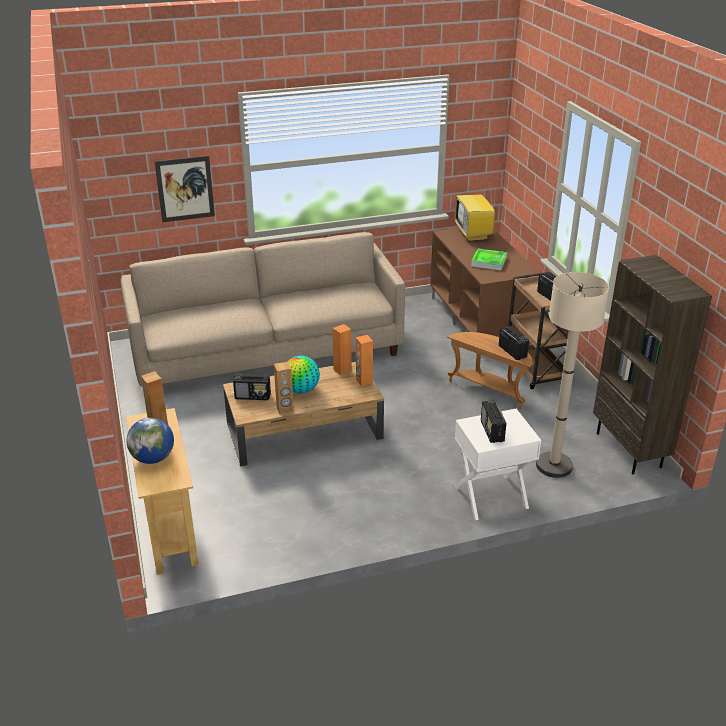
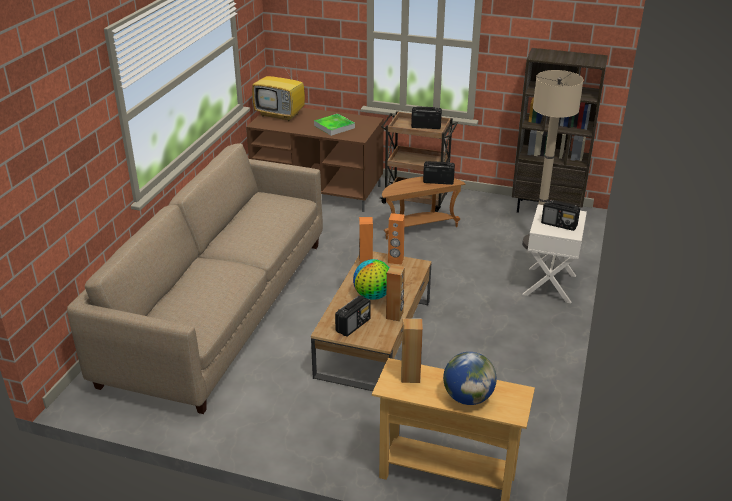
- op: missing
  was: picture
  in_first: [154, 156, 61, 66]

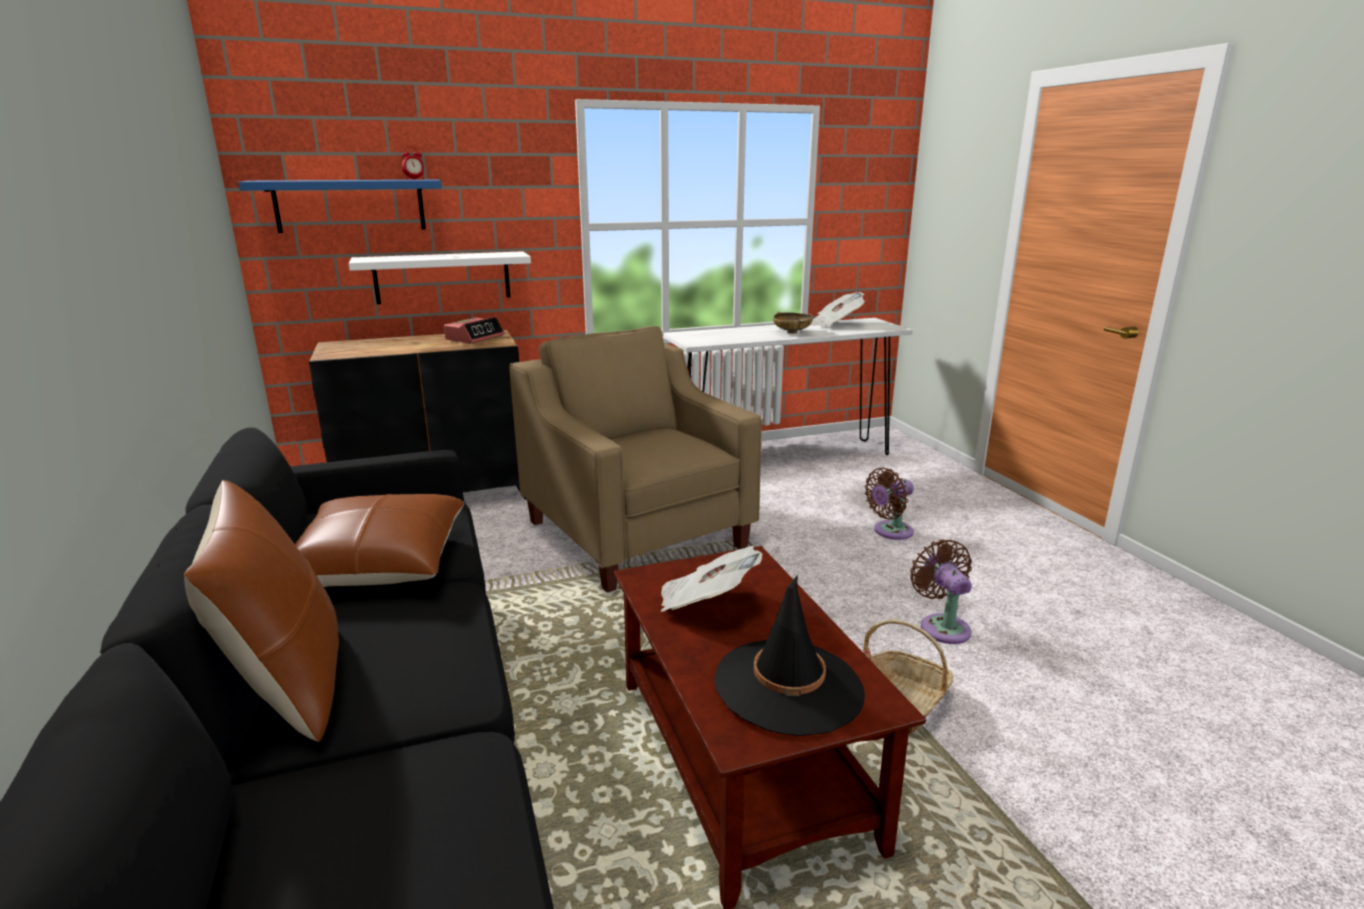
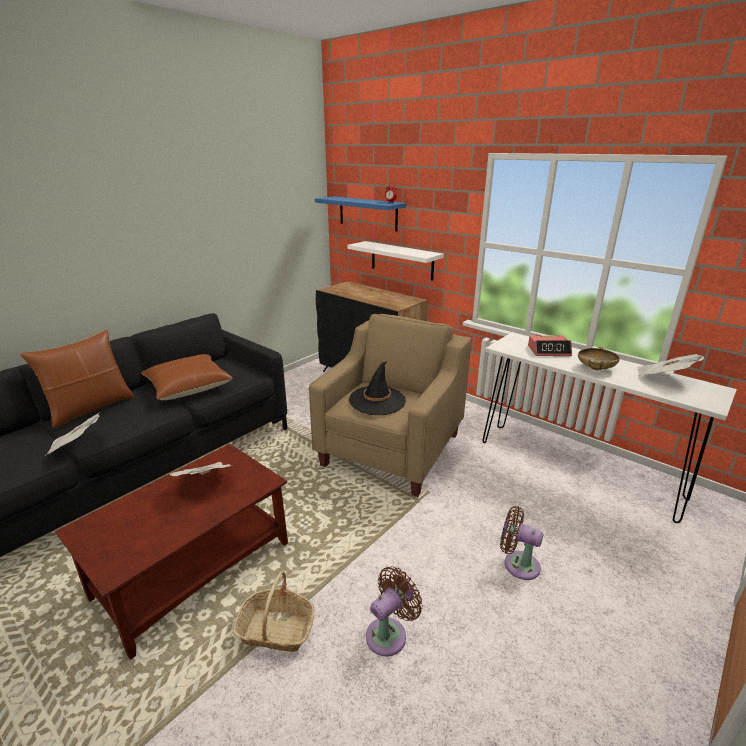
- op: relocated
  was: alarm clock
  in_first: [444, 317, 61, 26]
  in_second: [528, 335, 44, 21]
- op: relocated
  was: hat in black
  in_first: [714, 575, 151, 161]
  in_second: [349, 361, 57, 54]
- op: appeared
  now: newspaper
  in_second: [45, 412, 55, 44]

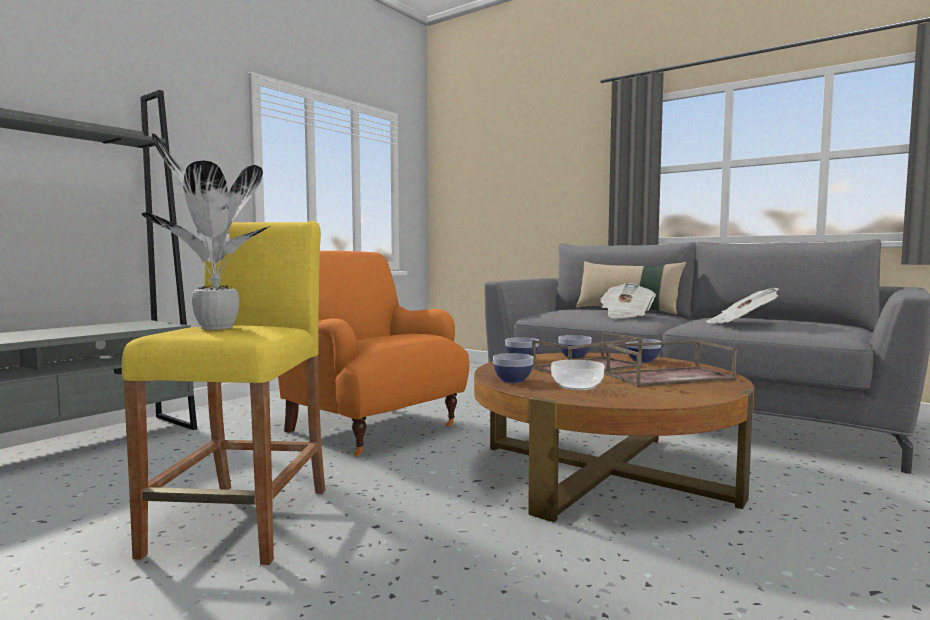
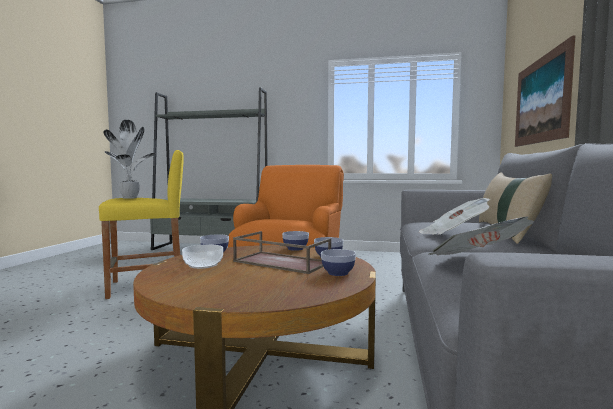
- op: missing
  was: tray in brown
  in_first: [606, 340, 131, 47]
- op: appeared
  now: picture
  in_second: [515, 35, 61, 112]

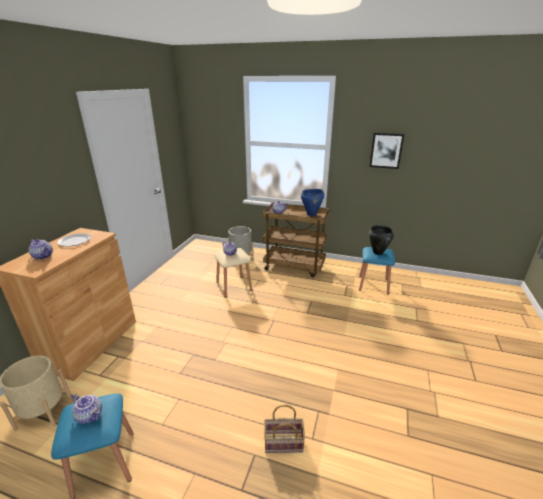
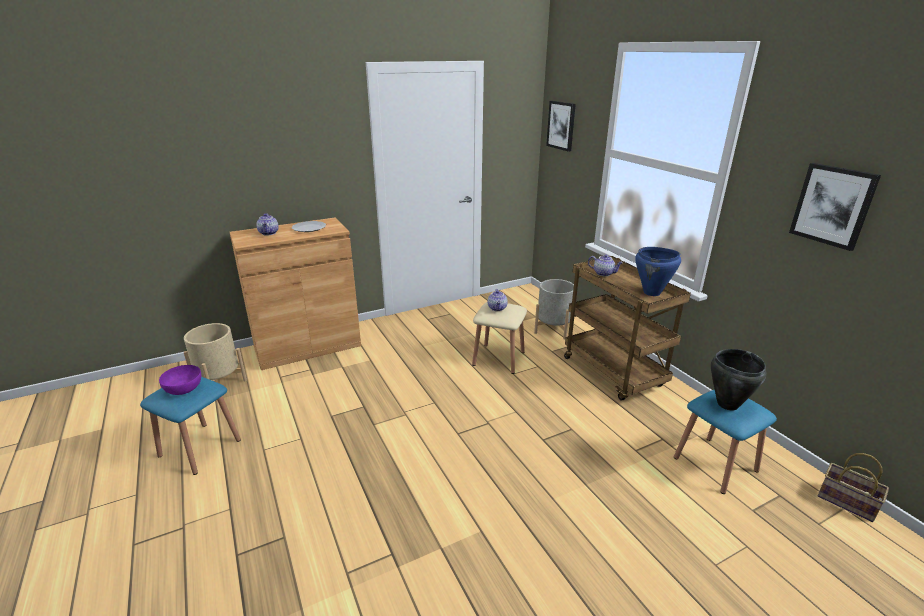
- op: exchanged
  was: teapot
  now: bowl in purple
  in_first: [72, 394, 30, 30]
  in_second: [159, 365, 42, 30]
- op: relocated
  was: basket
  in_first: [264, 405, 41, 48]
  in_second: [818, 453, 71, 69]
- op: appeared
  now: picture
  in_second: [546, 101, 30, 51]

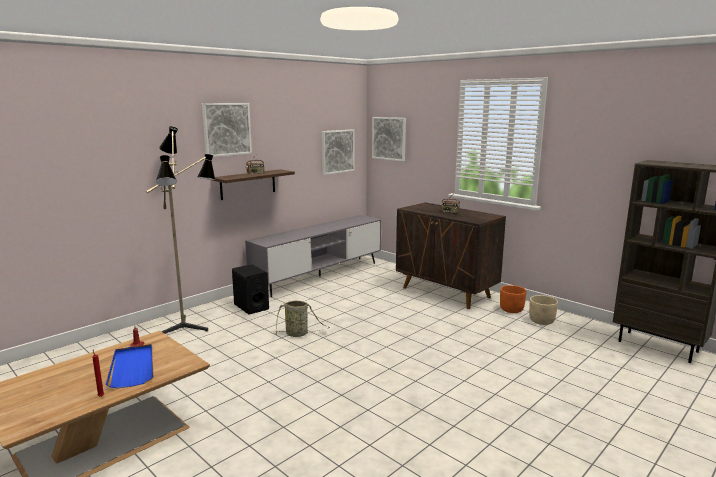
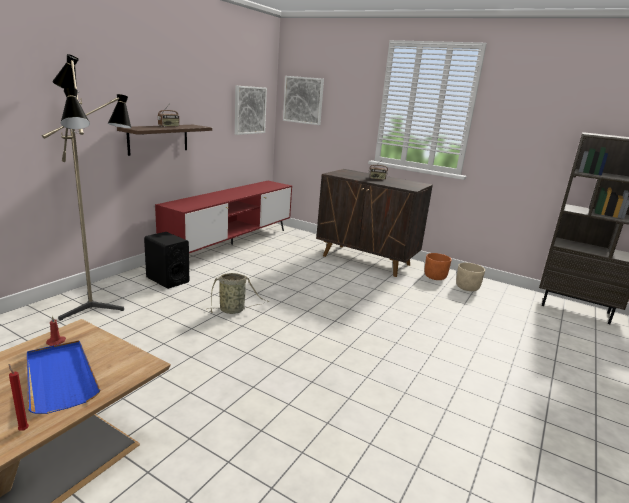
- op: missing
  was: picture
  in_first: [202, 103, 50, 54]
- op: colour
  was: tv stand in grey
  now: tv stand in red
  in_first: [245, 215, 136, 82]
  in_second: [155, 181, 137, 72]

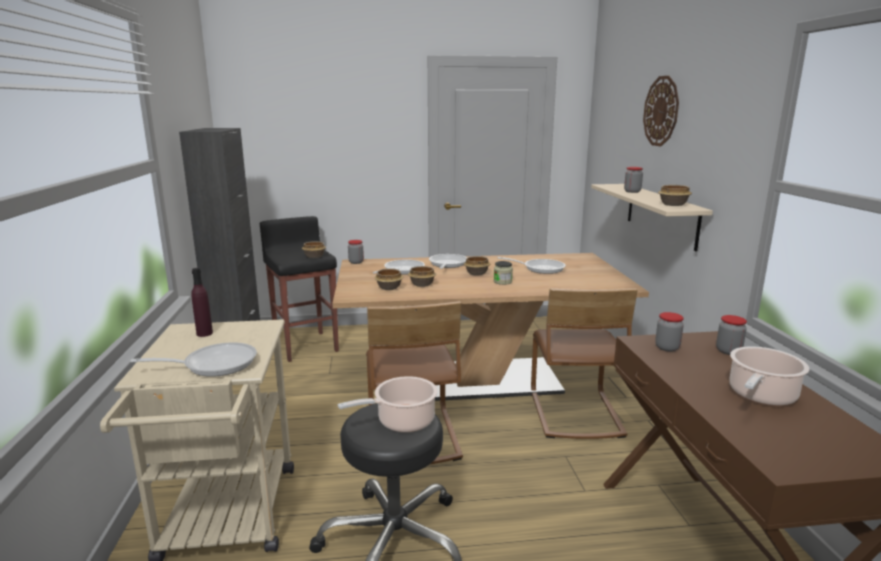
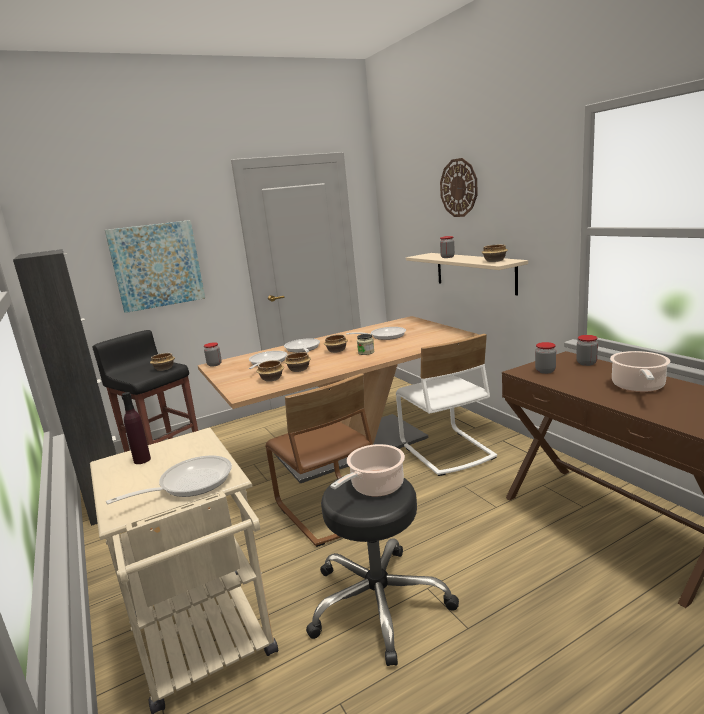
- op: colour
  was: chair in brown
  now: chair in white
  in_first: [531, 288, 107, 151]
  in_second: [396, 334, 101, 142]
- op: appeared
  now: picture
  in_second: [105, 220, 100, 93]

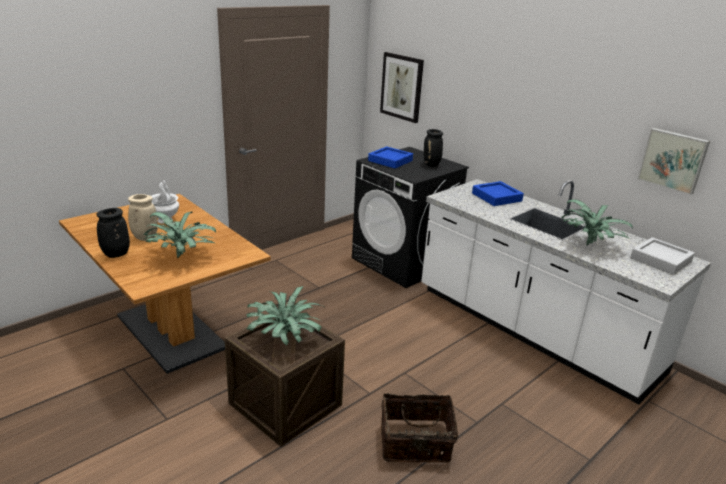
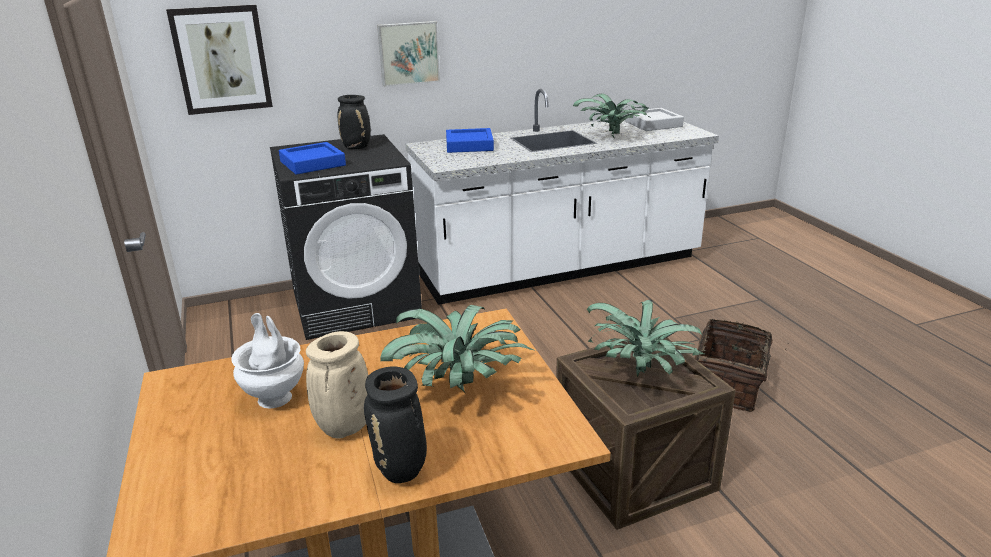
- op: relocated
  was: picture
  in_first: [638, 128, 72, 67]
  in_second: [377, 21, 63, 66]

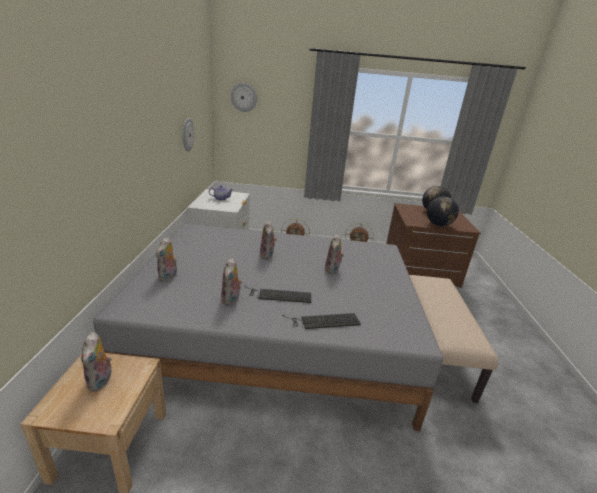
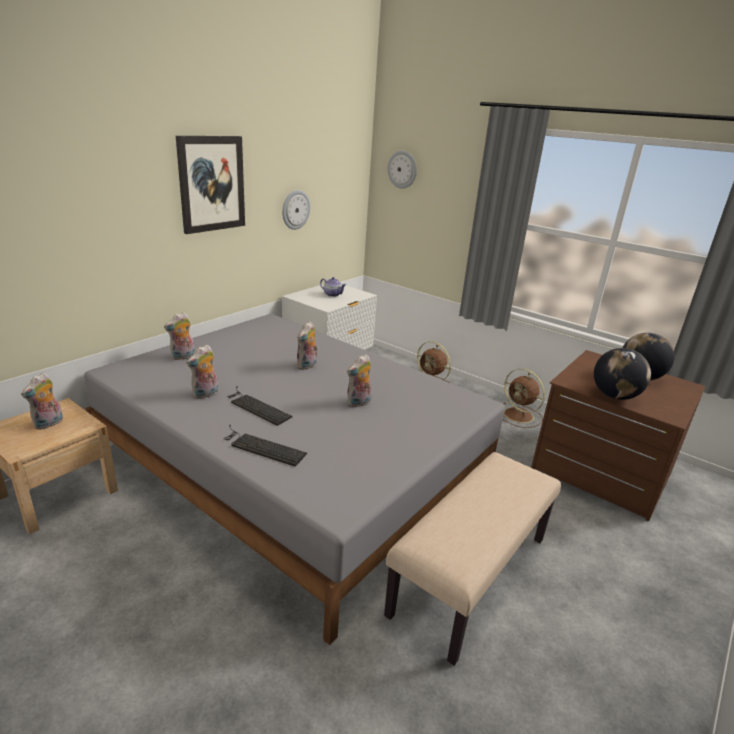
- op: appeared
  now: picture
  in_second: [176, 136, 69, 98]

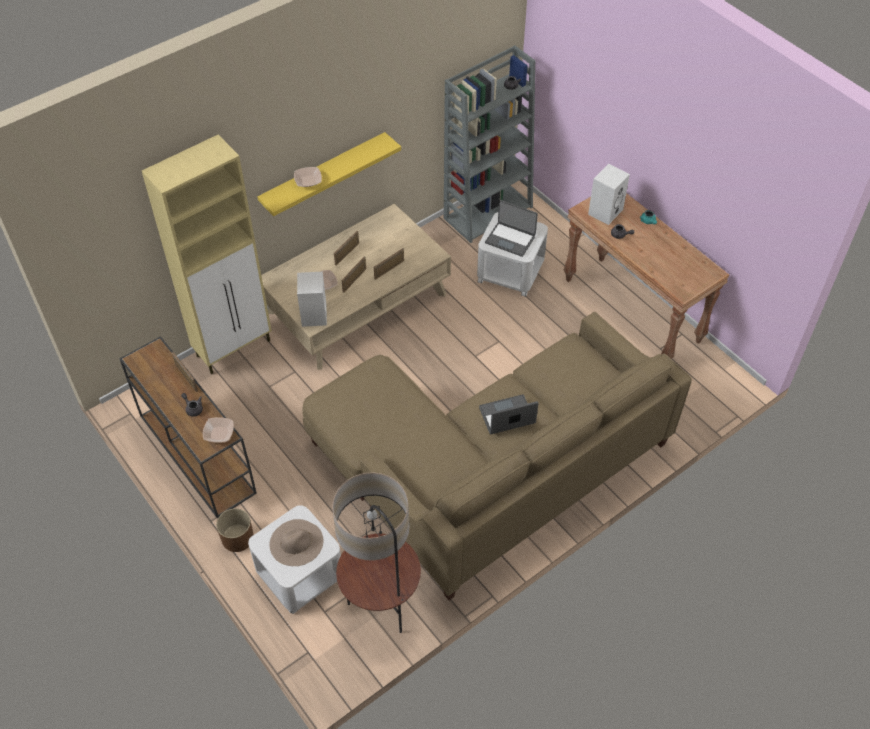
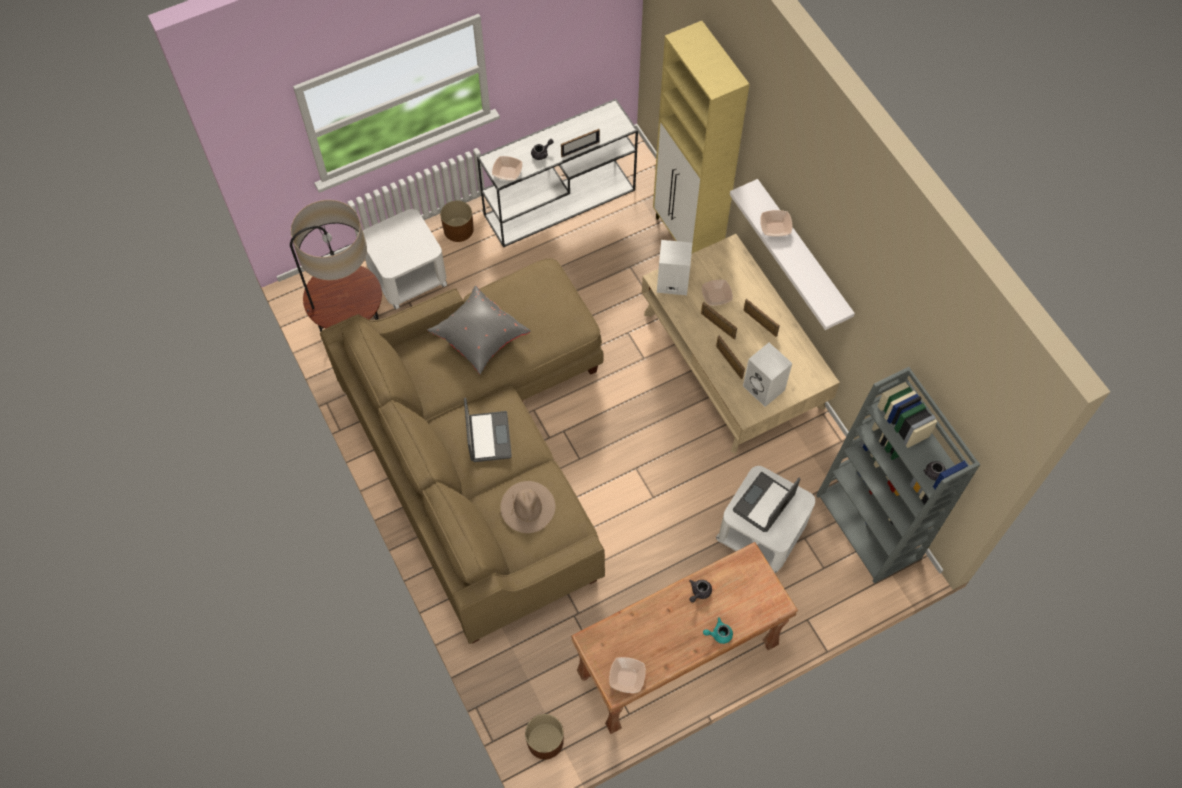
- op: colour
  was: shelf in yellow
  now: shelf in white
  in_first: [258, 132, 143, 84]
  in_second: [730, 179, 125, 151]
- op: relocated
  was: speaker in white
  in_first: [588, 164, 42, 61]
  in_second: [743, 343, 49, 64]
- op: colour
  was: console table in brown
  now: console table in white
  in_first: [119, 336, 138, 182]
  in_second: [477, 99, 161, 149]
- op: relocated
  was: hat in beige
  in_first: [269, 519, 54, 47]
  in_second: [500, 481, 55, 52]
- op: appeared
  now: pillow in grey
  in_second: [427, 286, 104, 88]
- op: appeared
  now: bowl
  in_second: [609, 657, 37, 36]
- op: appeared
  now: planter in brown
  in_second: [525, 714, 39, 45]

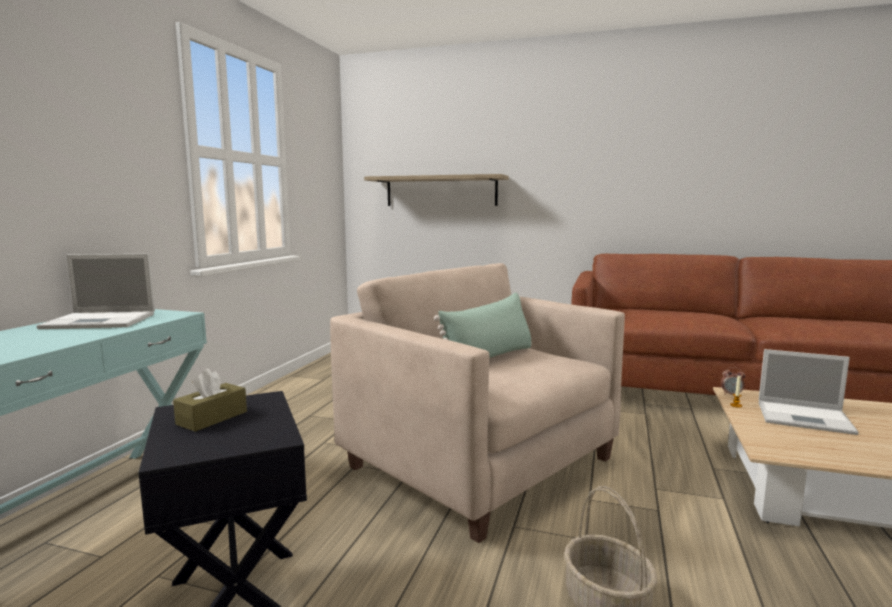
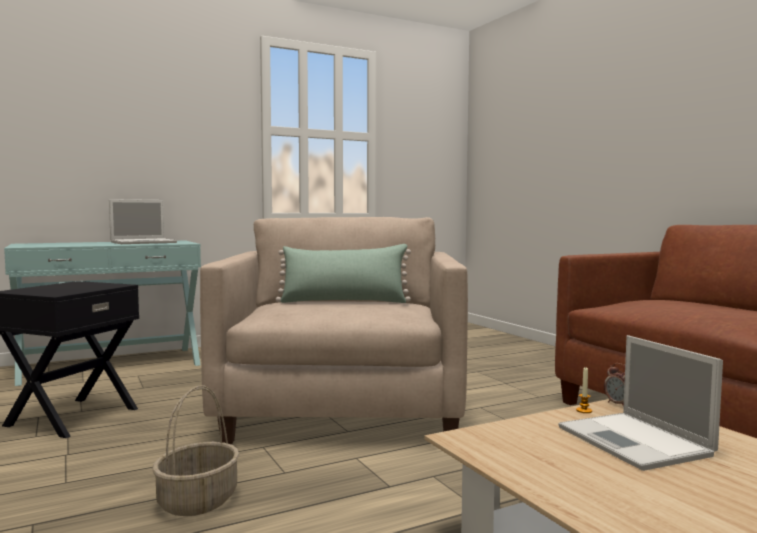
- op: missing
  was: shelf
  in_first: [364, 174, 145, 32]
- op: spun
  was: laptop
  in_first: [37, 254, 118, 75]
  in_second: [109, 199, 68, 45]
  clockwise: -75
- op: missing
  was: tissue box in brown
  in_first: [173, 368, 74, 64]

